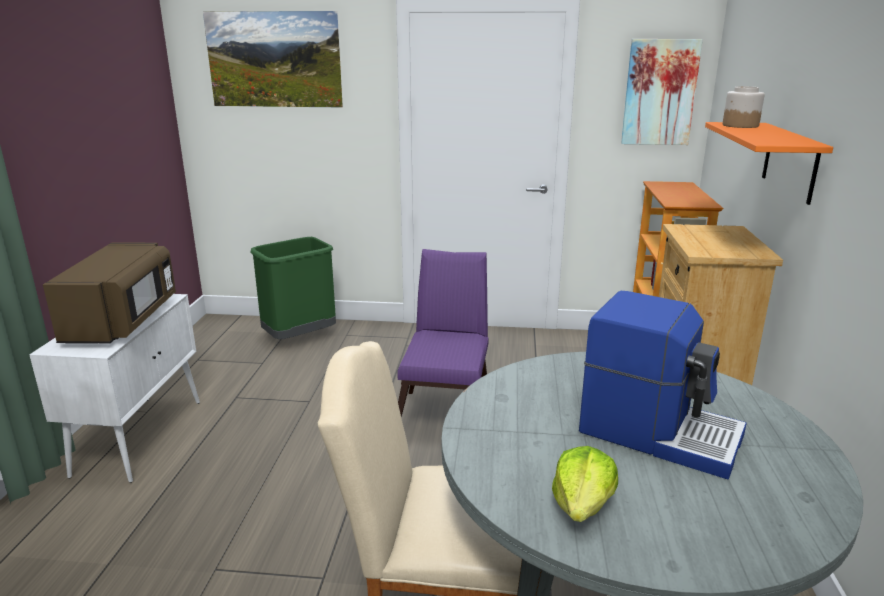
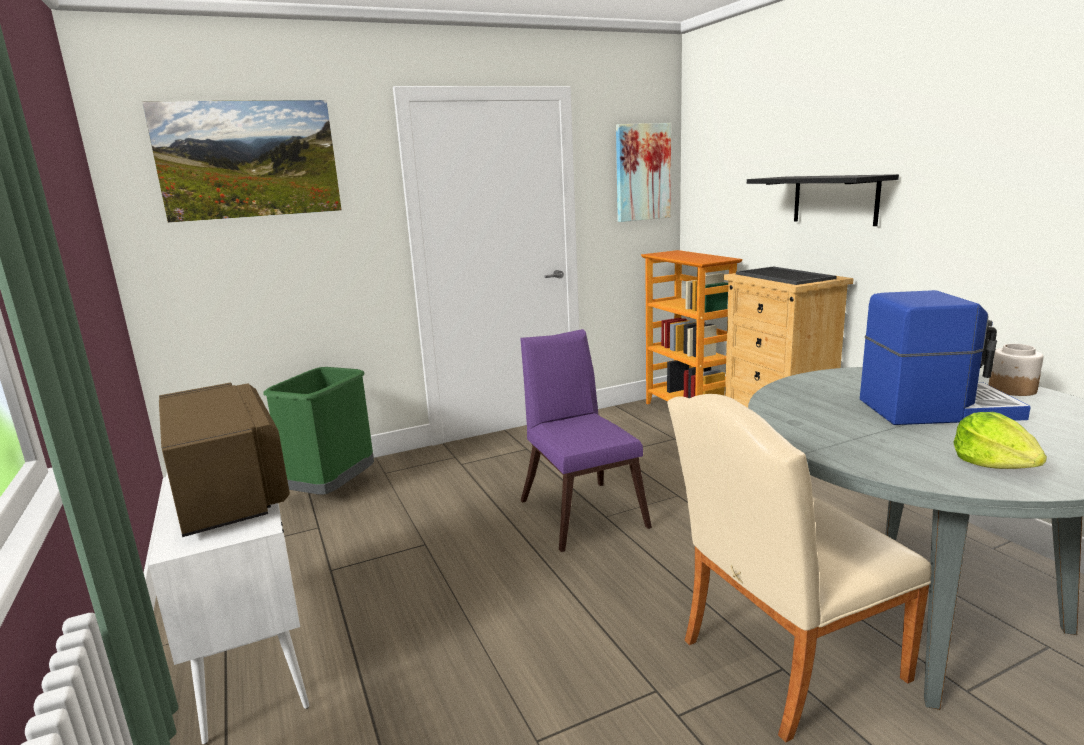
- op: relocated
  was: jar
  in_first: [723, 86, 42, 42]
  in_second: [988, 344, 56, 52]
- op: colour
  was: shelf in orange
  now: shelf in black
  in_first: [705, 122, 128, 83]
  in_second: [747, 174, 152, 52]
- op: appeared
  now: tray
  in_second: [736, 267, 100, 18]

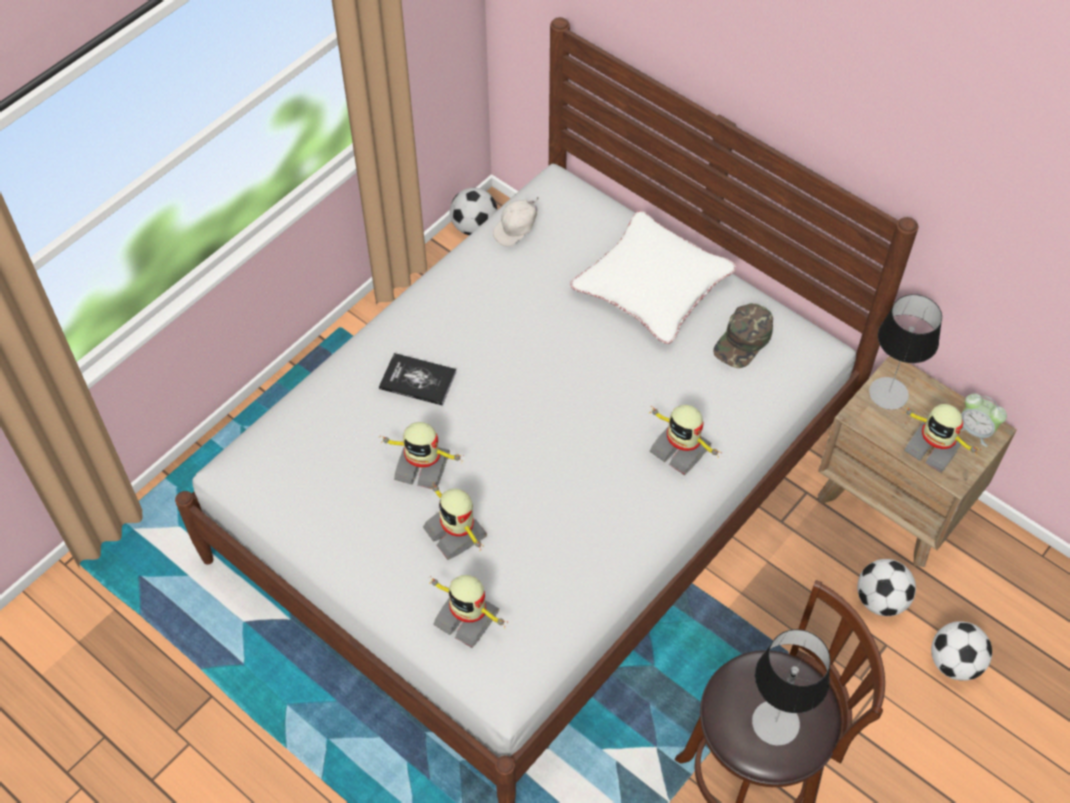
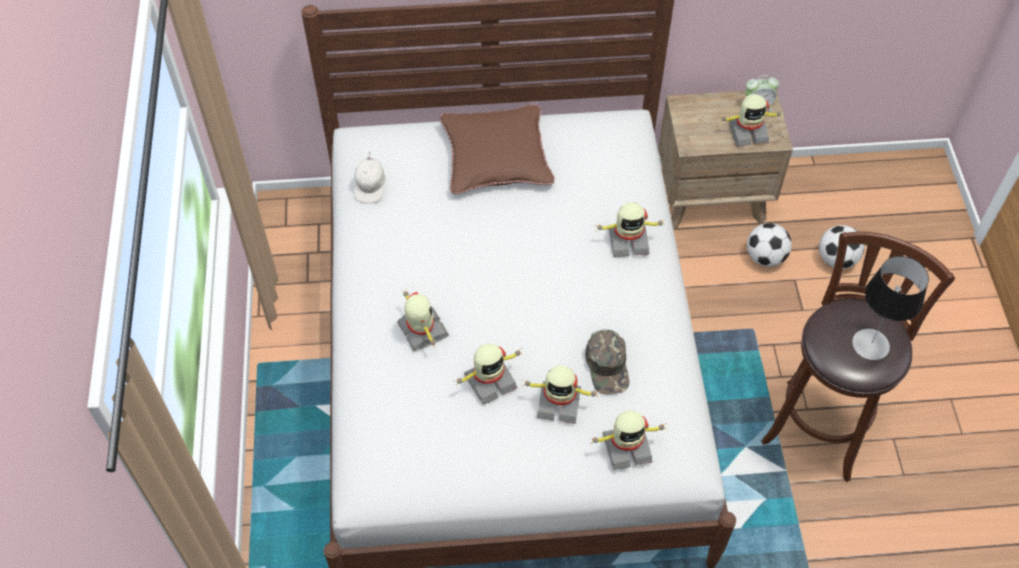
- op: missing
  was: football
  in_first: [450, 188, 48, 47]
- op: colour
  was: pillow in white
  now: pillow in brown
  in_first: [570, 211, 166, 133]
  in_second: [440, 104, 115, 90]
- op: missing
  was: table lamp
  in_first: [869, 294, 73, 116]
- op: relocated
  was: cap in green
  in_first: [713, 303, 60, 65]
  in_second: [585, 330, 44, 64]
- op: exchanged
  was: book
  now: toy robot
  in_first: [379, 353, 77, 53]
  in_second: [397, 288, 52, 64]

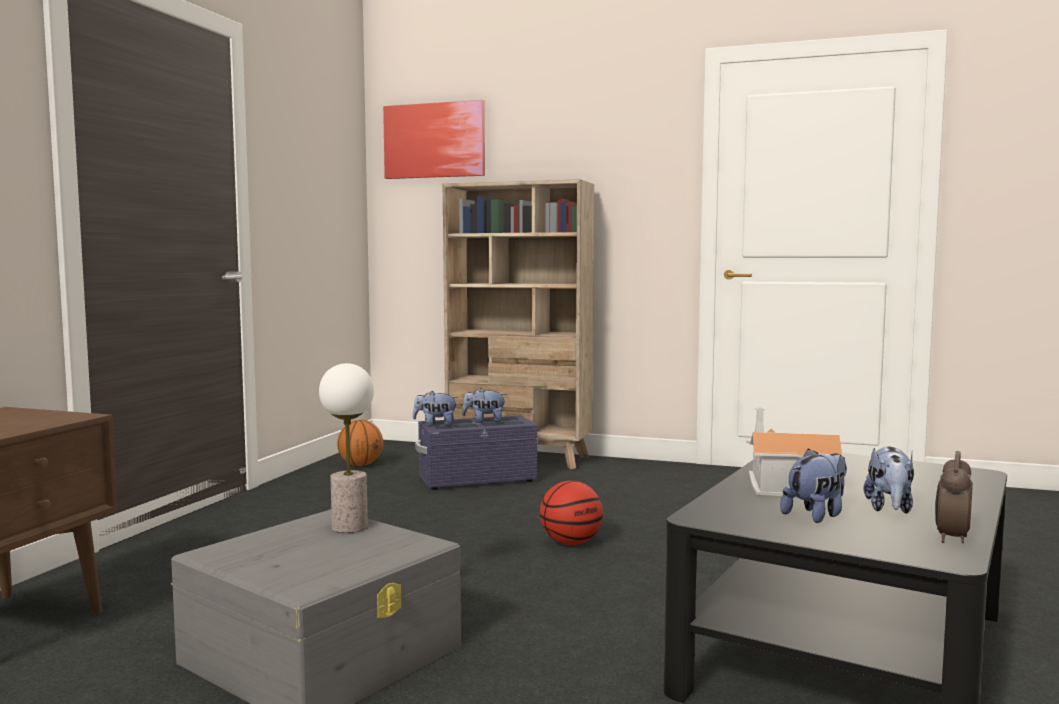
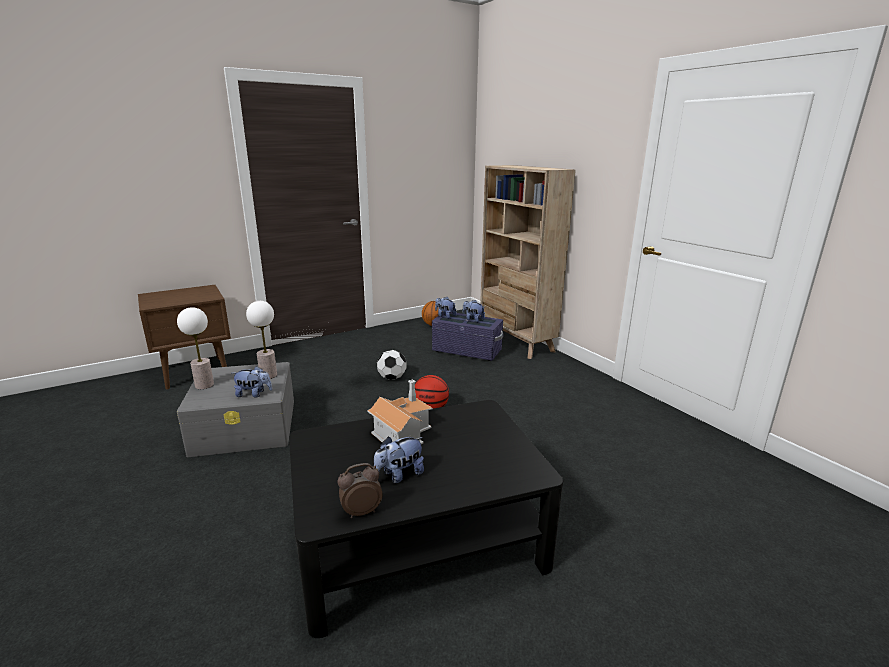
- op: missing
  was: picture
  in_first: [383, 100, 102, 79]
- op: relocated
  was: plush toy
  in_first: [780, 448, 67, 75]
  in_second: [233, 366, 39, 31]
- op: appeared
  now: table lamp
  in_second: [177, 307, 37, 82]
- op: appeared
  now: football
  in_second: [377, 350, 30, 30]

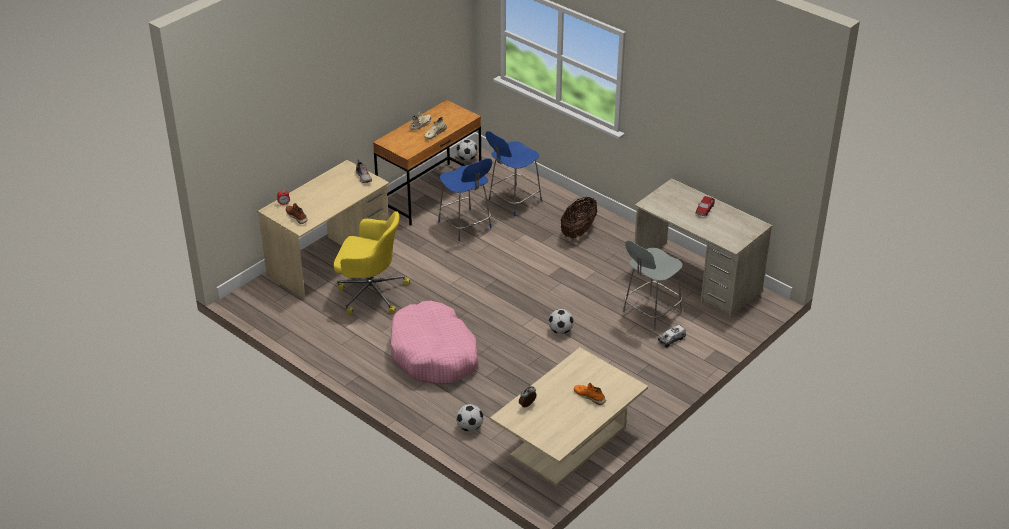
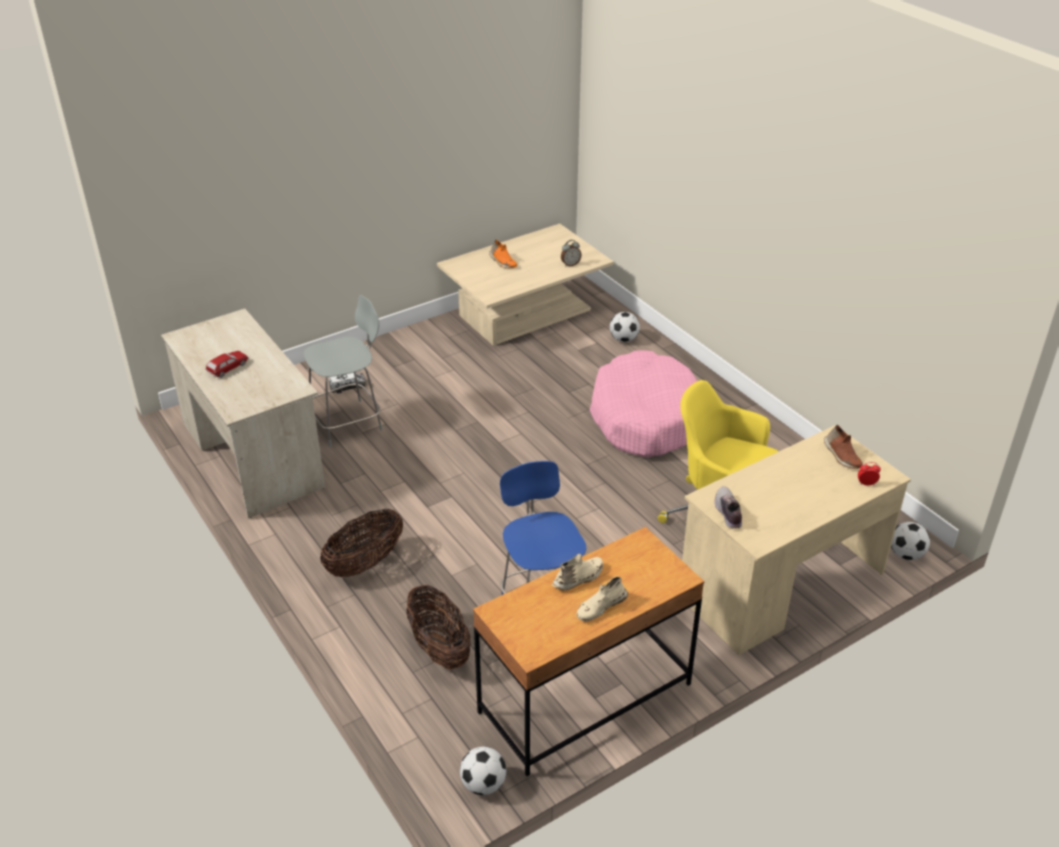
- op: exchanged
  was: chair in blue
  now: basket
  in_first: [485, 131, 57, 85]
  in_second: [406, 585, 64, 85]
- op: relocated
  was: football
  in_first: [548, 309, 26, 25]
  in_second: [891, 522, 39, 38]

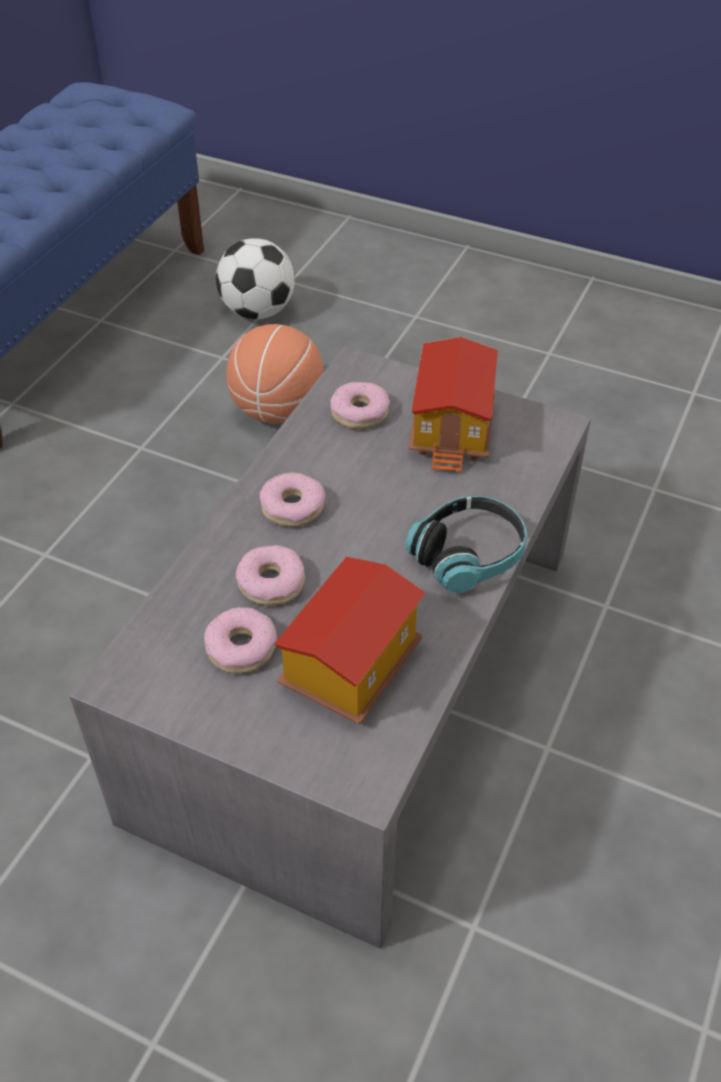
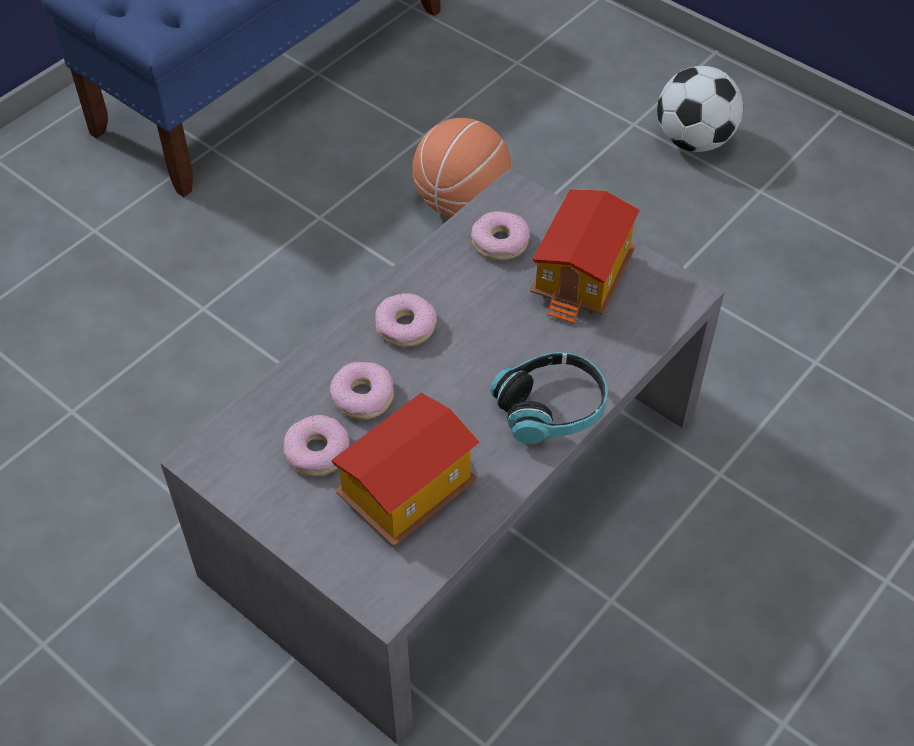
- op: relocated
  was: football
  in_first: [216, 238, 79, 81]
  in_second: [657, 66, 86, 86]

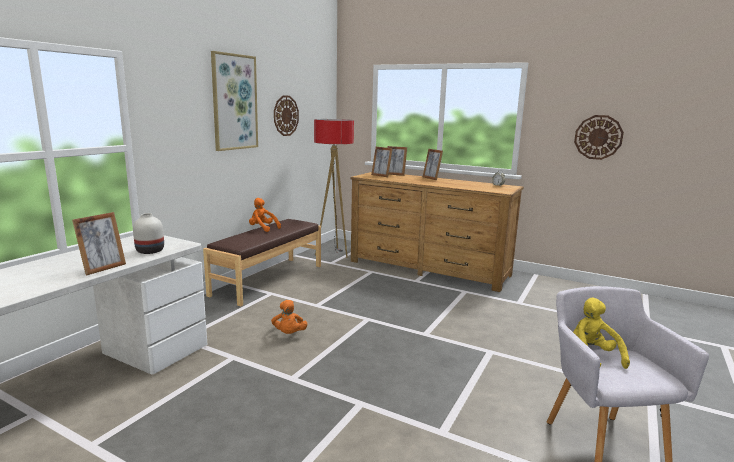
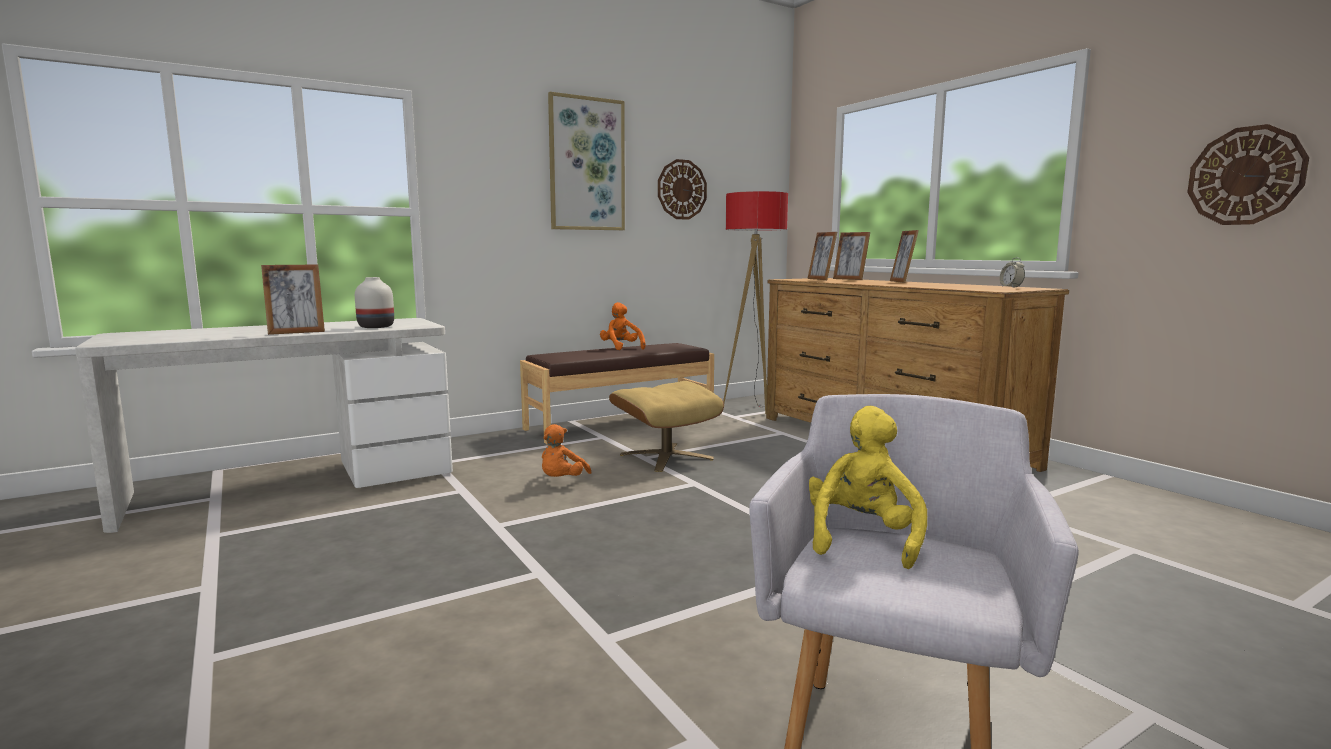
- op: appeared
  now: ottoman in beige
  in_second: [609, 381, 115, 91]

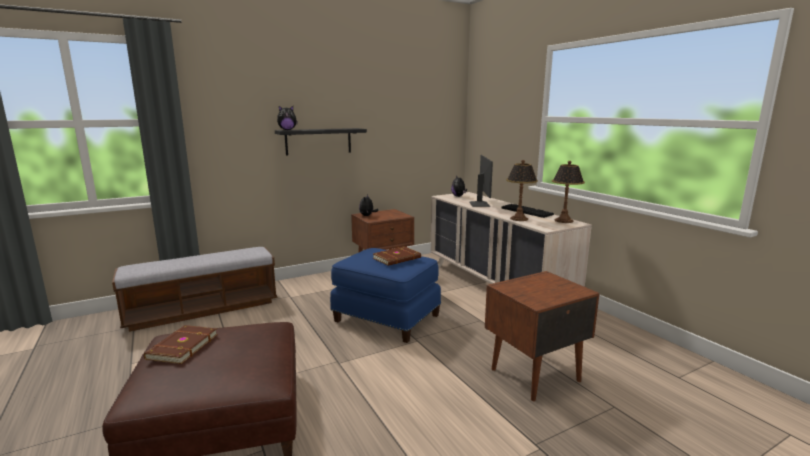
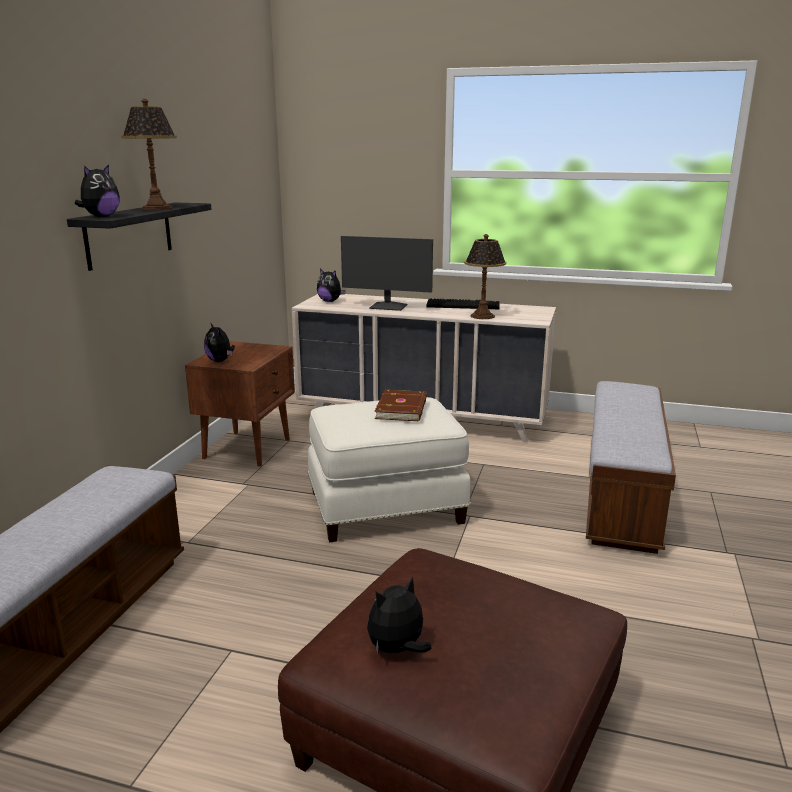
- op: spun
  was: monitor
  in_first: [469, 155, 24, 52]
  in_second: [341, 236, 92, 75]
  clockwise: 150
- op: relocated
  was: table lamp
  in_first: [552, 161, 33, 62]
  in_second: [121, 99, 56, 111]
- op: colour
  was: ottoman in blue
  now: ottoman in white
  in_first: [330, 248, 111, 95]
  in_second: [308, 397, 163, 146]
- op: exchanged
  was: nightstand in brown
  now: bench
  in_first: [485, 271, 115, 130]
  in_second: [586, 381, 90, 173]
- op: exchanged
  was: book in brown
  now: plush toy
  in_first: [144, 325, 74, 39]
  in_second: [367, 576, 65, 79]

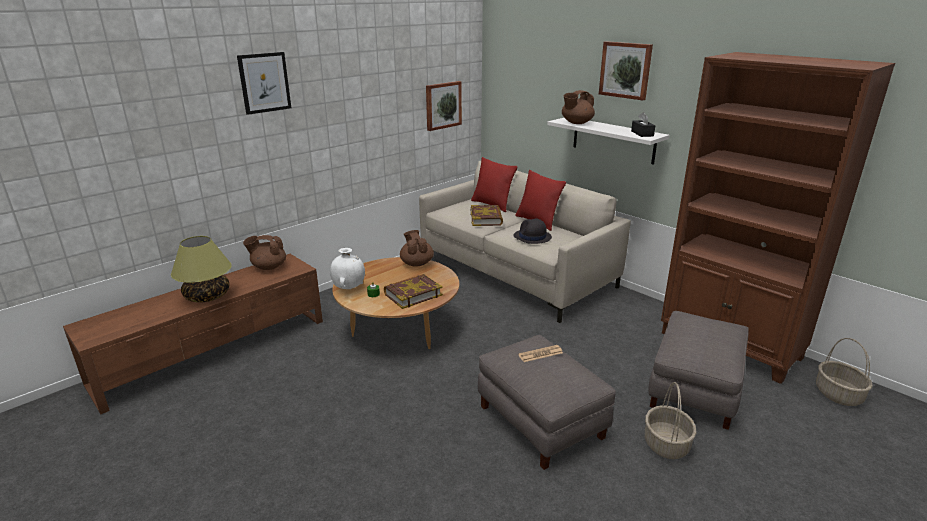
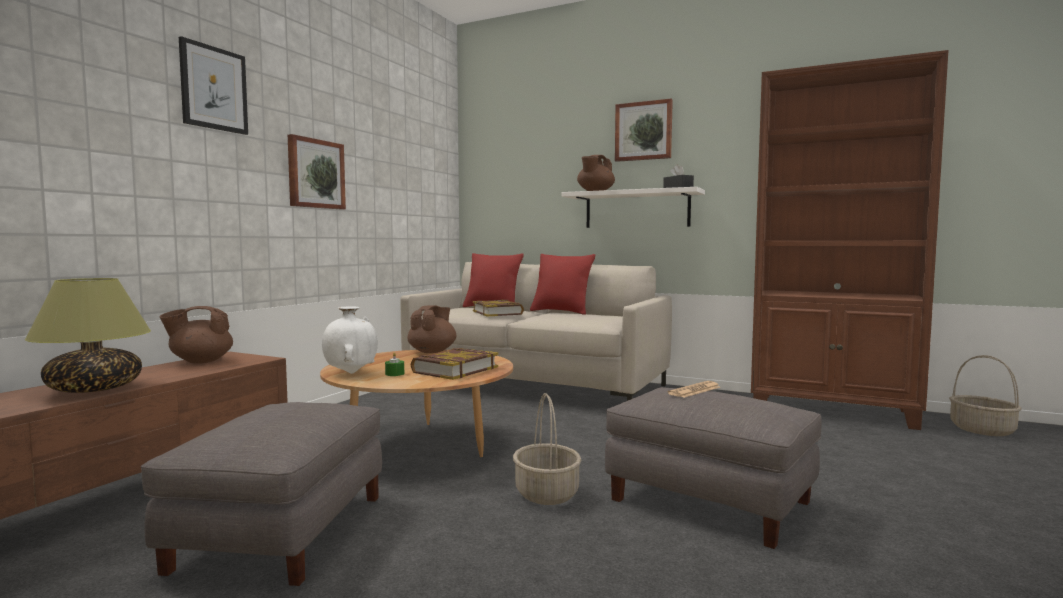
- op: relocated
  was: picture
  in_first: [426, 81, 36, 50]
  in_second: [288, 134, 58, 75]
- op: missing
  was: hat in black
  in_first: [513, 219, 39, 25]
- op: spun
  was: teapot in brown
  in_first: [400, 230, 34, 37]
  in_second: [408, 305, 48, 48]
  clockwise: 60
- op: relocated
  was: ottoman in grey
  in_first: [648, 311, 101, 119]
  in_second: [141, 402, 241, 184]
- op: relocated
  was: basket
  in_first: [645, 382, 51, 77]
  in_second: [513, 393, 68, 112]

